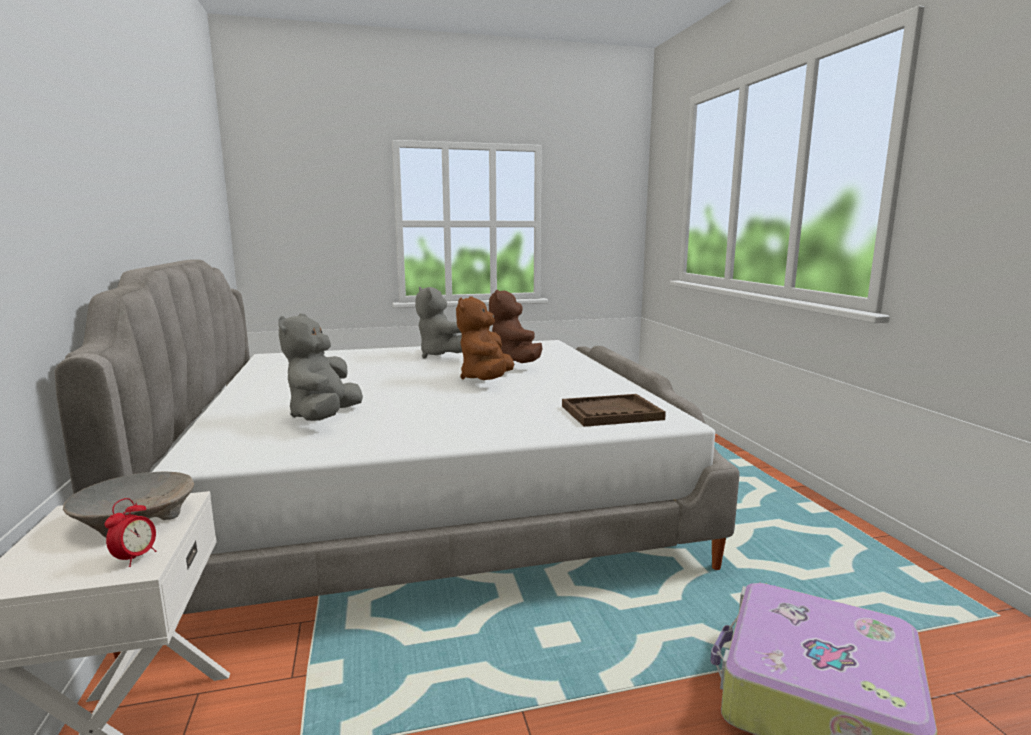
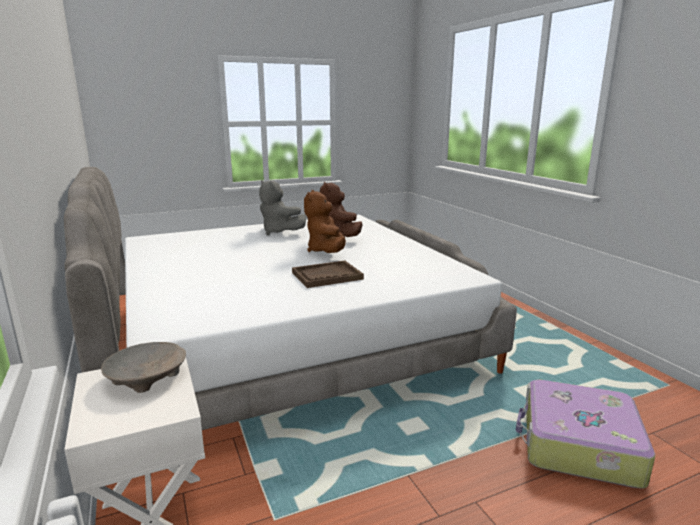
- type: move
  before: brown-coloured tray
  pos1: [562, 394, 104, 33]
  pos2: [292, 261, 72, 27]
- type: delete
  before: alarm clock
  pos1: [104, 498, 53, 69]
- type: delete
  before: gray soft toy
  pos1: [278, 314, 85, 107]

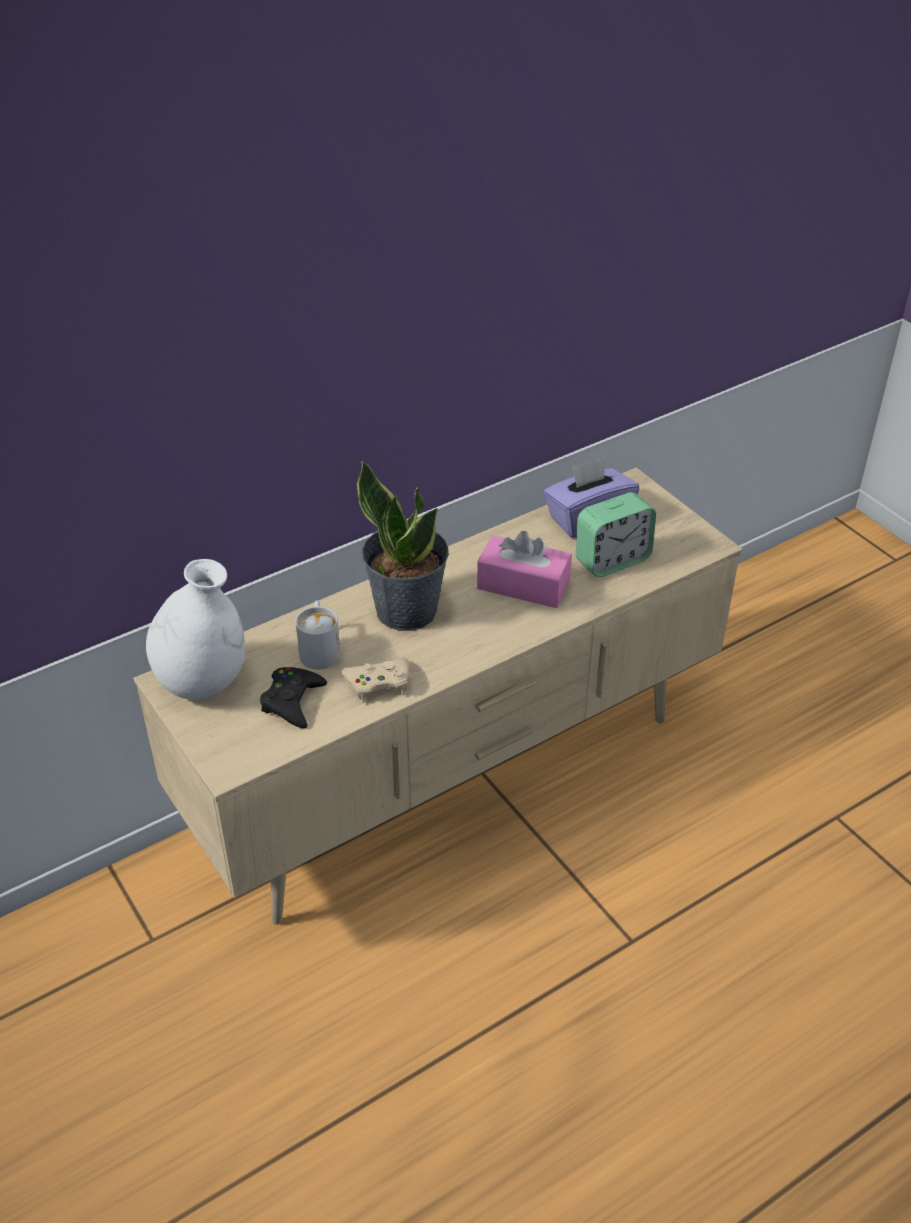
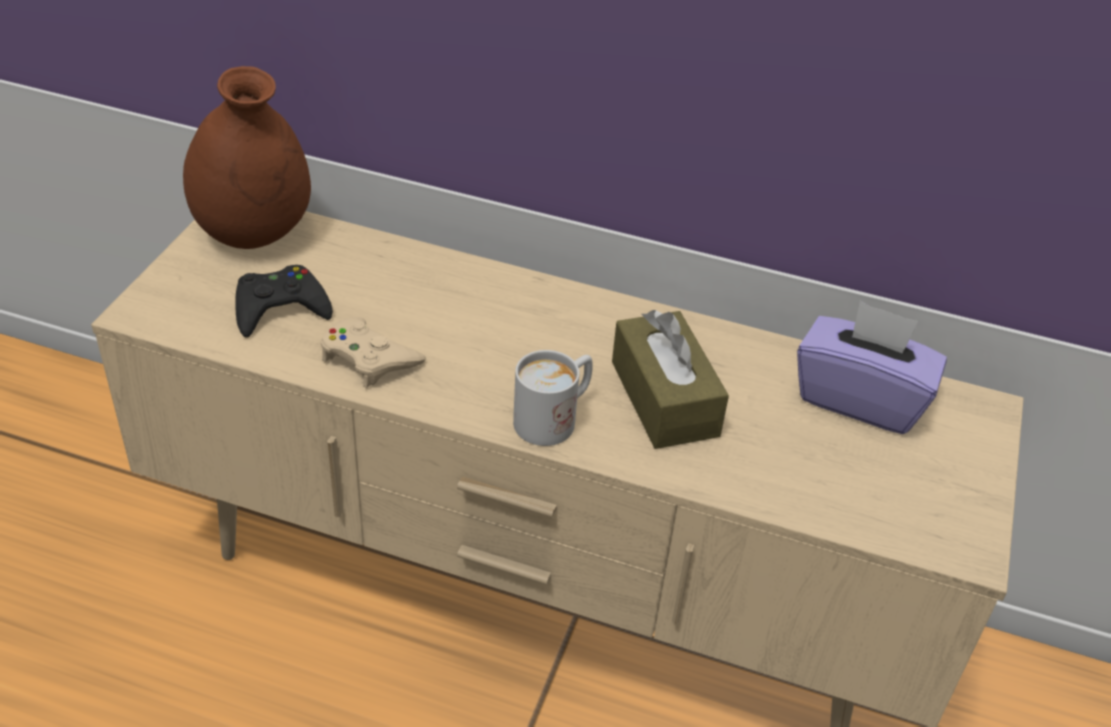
- type: recolor
  before: white-coloured decorative vase
  after: brown-coloured decorative vase
  pos1: [146, 559, 99, 141]
  pos2: [183, 66, 128, 183]
- type: move
  before: white-coloured mug
  pos1: [295, 600, 45, 70]
  pos2: [513, 350, 80, 96]
- type: recolor
  before: pink-coloured box of tissues
  after: brown-coloured box of tissues
  pos1: [477, 531, 95, 77]
  pos2: [612, 310, 117, 139]
- type: delete
  before: plant in a pot
  pos1: [357, 461, 92, 170]
- type: delete
  before: alarm clock
  pos1: [576, 492, 80, 85]

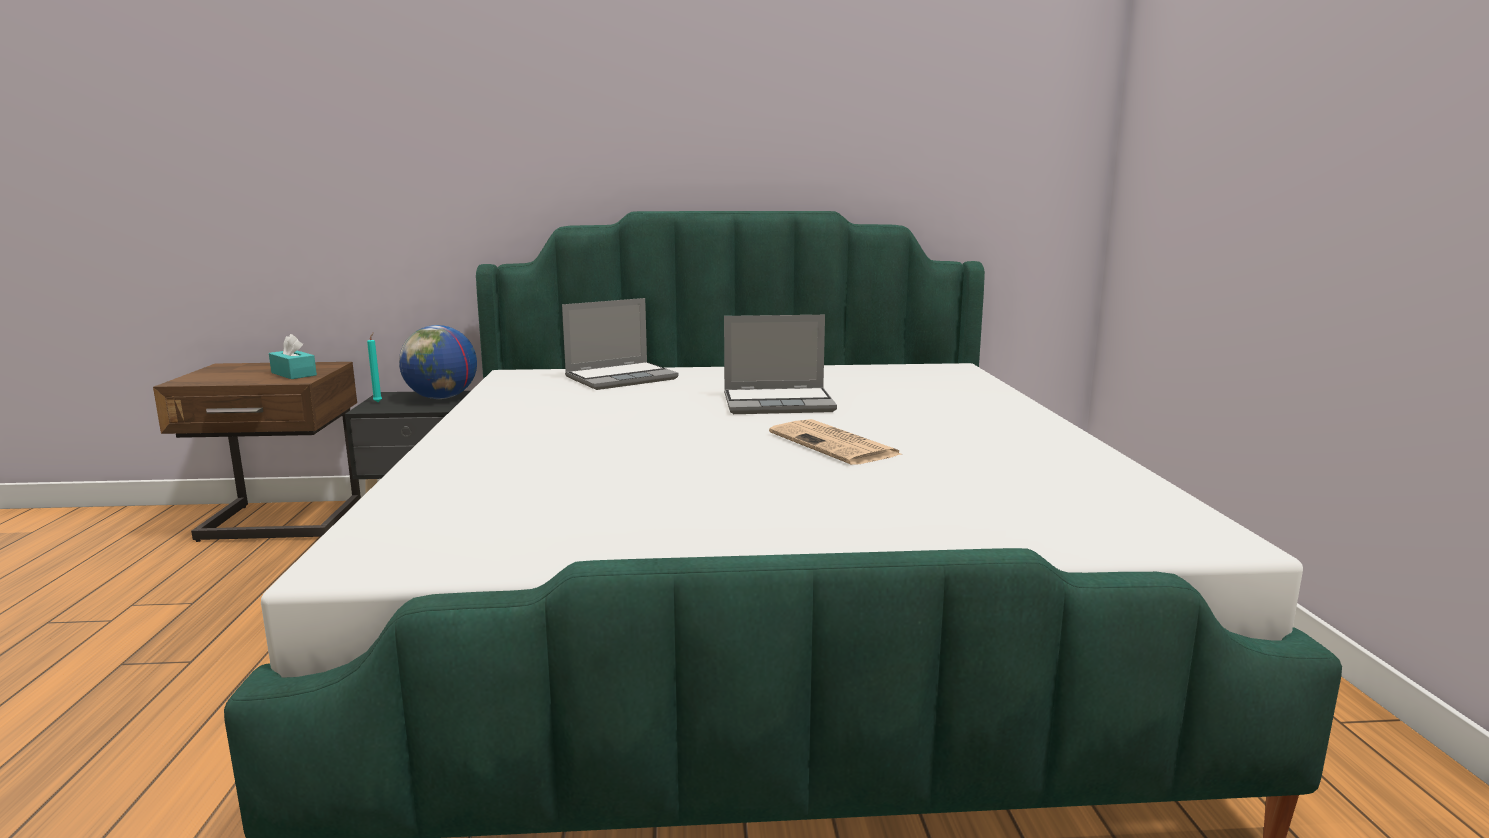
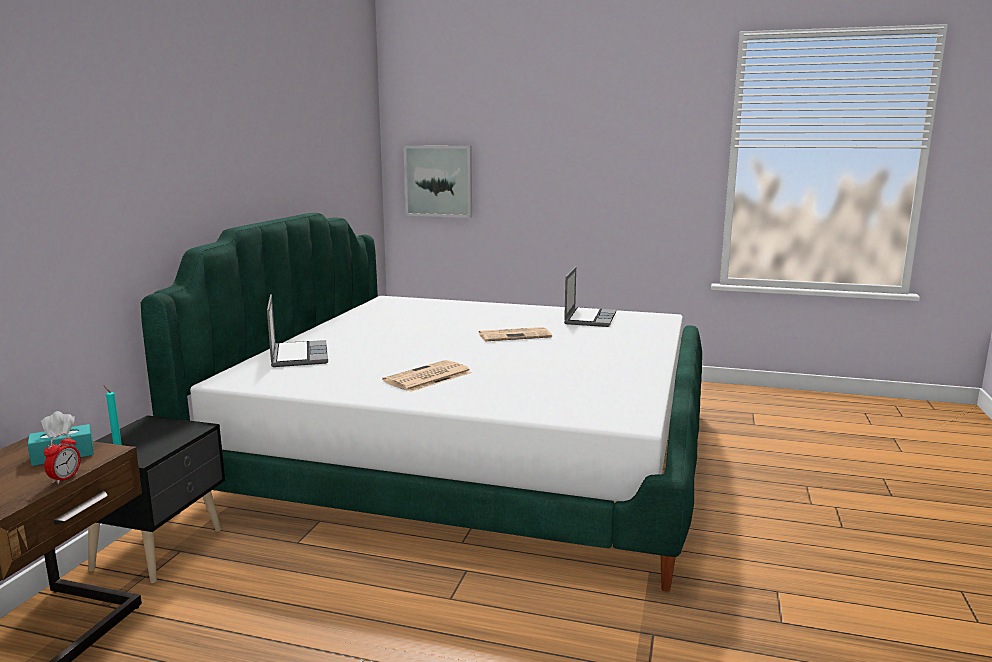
- type: insert
  after: alarm clock
  pos2: [44, 433, 37, 51]
- type: insert
  after: newspaper
  pos2: [382, 360, 90, 32]
- type: insert
  after: wall art
  pos2: [403, 145, 69, 73]
- type: move
  before: laptop
  pos1: [724, 315, 113, 99]
  pos2: [564, 266, 52, 61]
- type: delete
  before: world globe
  pos1: [399, 325, 78, 74]

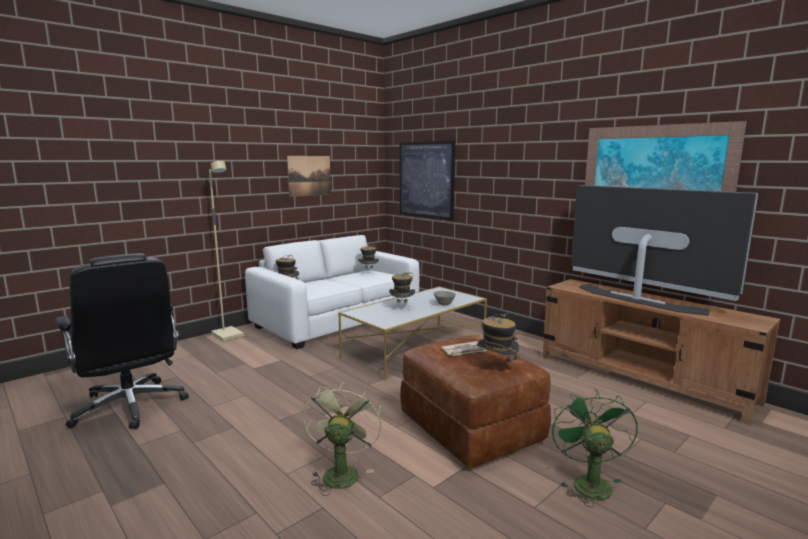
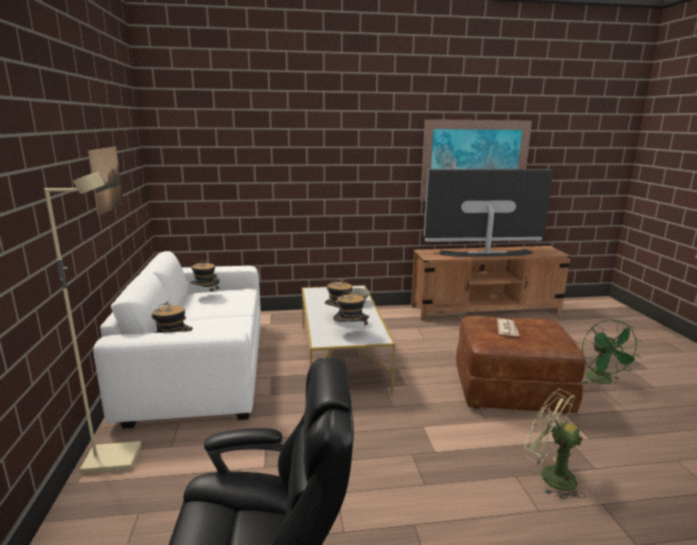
- type: move
  before: clothing hat
  pos1: [477, 314, 43, 57]
  pos2: [333, 290, 36, 35]
- type: rotate
  before: green fan
  pos1: [551, 389, 87, 118]
  pos2: [582, 319, 59, 65]
  turn: -135
- type: delete
  before: wall art
  pos1: [400, 141, 55, 80]

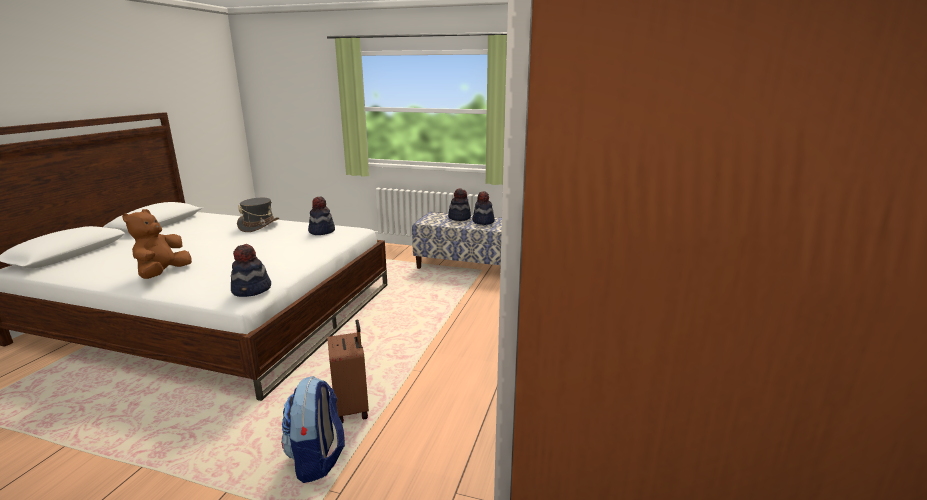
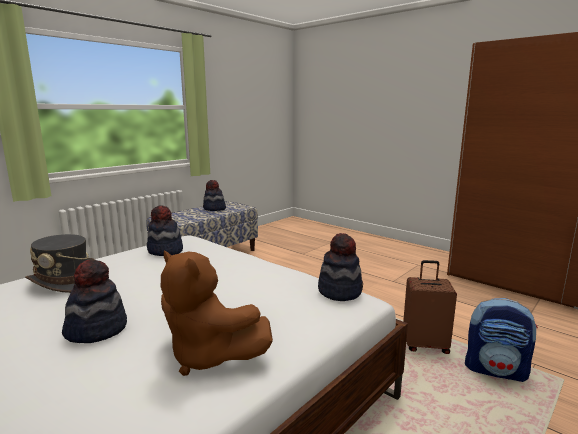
- type: move
  before: clothing hat
  pos1: [448, 188, 23, 33]
  pos2: [62, 260, 65, 83]

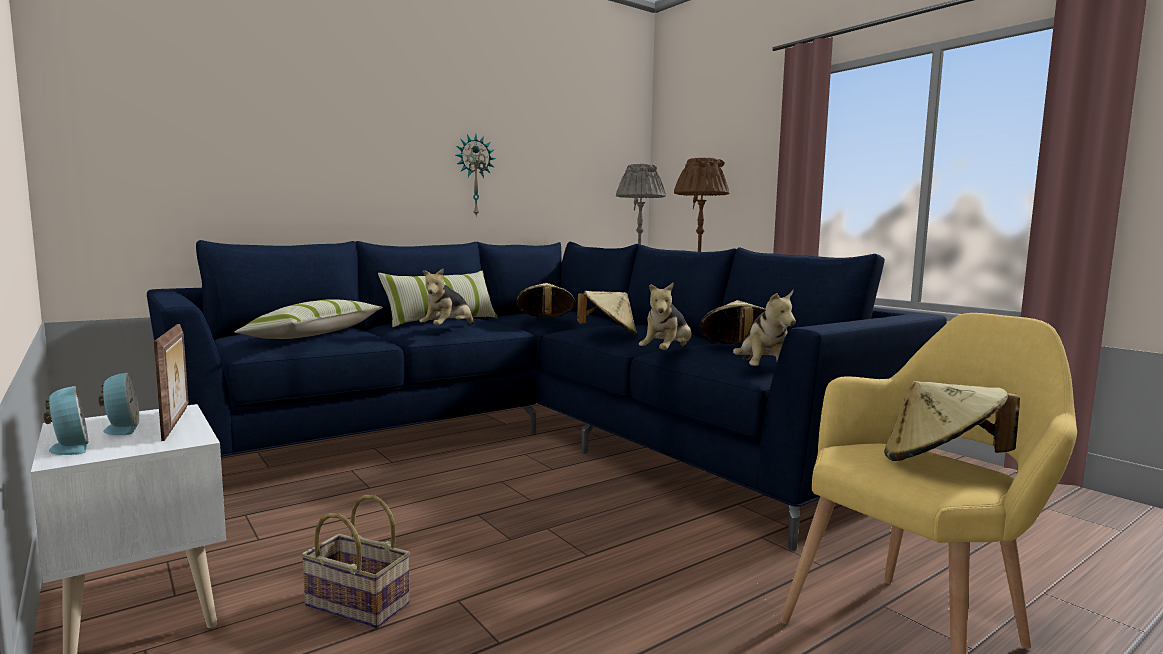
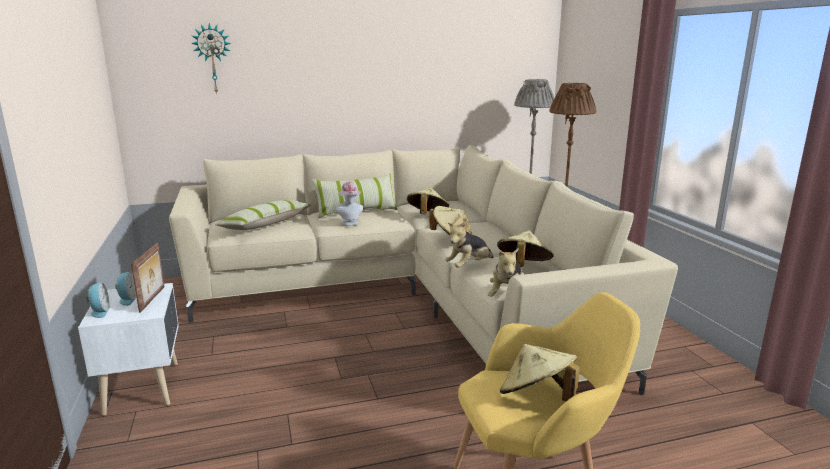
- type: recolor
  before: blue-coloured settee
  after: beige-coloured settee
  pos1: [147, 240, 800, 311]
  pos2: [169, 145, 509, 250]
- type: move
  before: clock on the wall
  pos1: [456, 134, 40, 83]
  pos2: [191, 23, 40, 72]
- type: replace
  before: soft toy
  after: clothing hat
  pos1: [419, 269, 55, 56]
  pos2: [336, 182, 27, 44]
- type: delete
  before: household basket
  pos1: [301, 495, 109, 133]

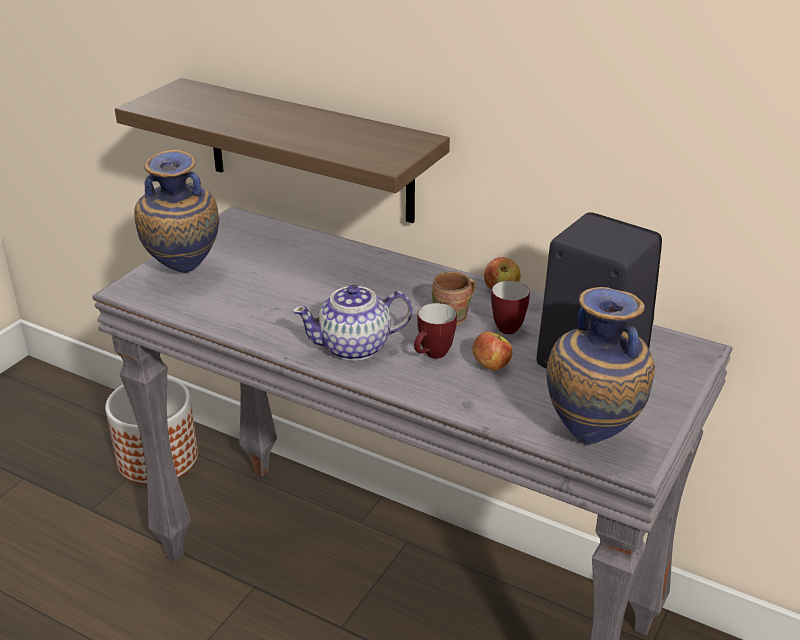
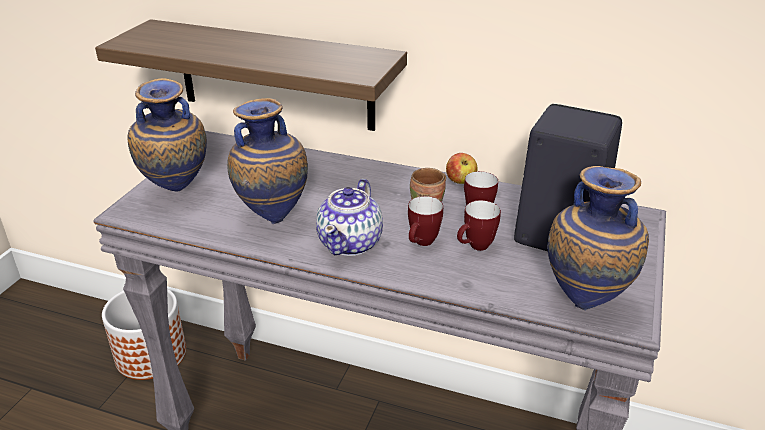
- type: insert
  after: decorative vase
  pos2: [227, 98, 81, 126]
- type: rotate
  before: pot for tea
  pos1: [292, 285, 121, 76]
  pos2: [316, 179, 67, 77]
  turn: -45
- type: replace
  before: apple fruit
  after: mug
  pos1: [472, 332, 41, 38]
  pos2: [457, 200, 44, 51]

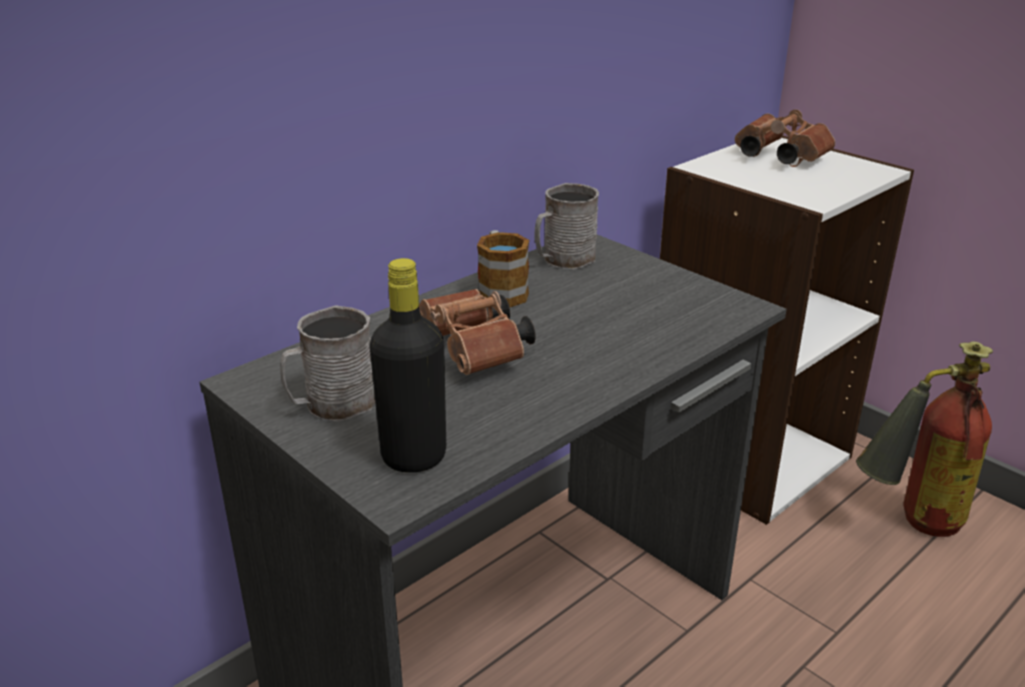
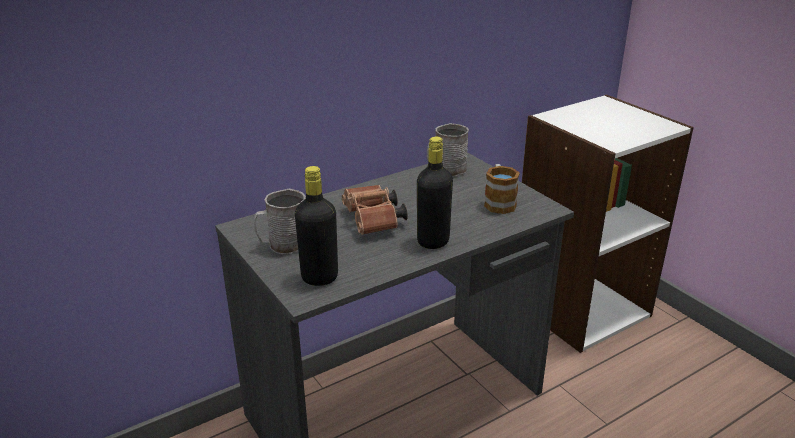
- type: insert
  after: blackish bottle
  pos2: [417, 137, 36, 112]
- type: move
  before: mug
  pos1: [477, 230, 52, 77]
  pos2: [484, 164, 36, 50]
- type: delete
  before: brown-coloured field glasses
  pos1: [735, 109, 100, 58]
- type: delete
  before: extinguisher
  pos1: [856, 341, 137, 196]

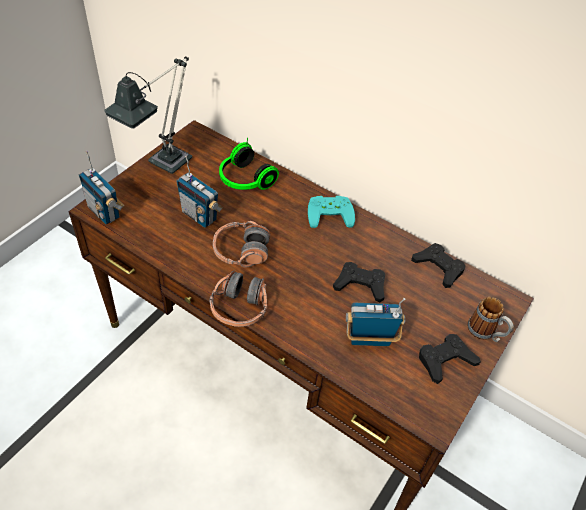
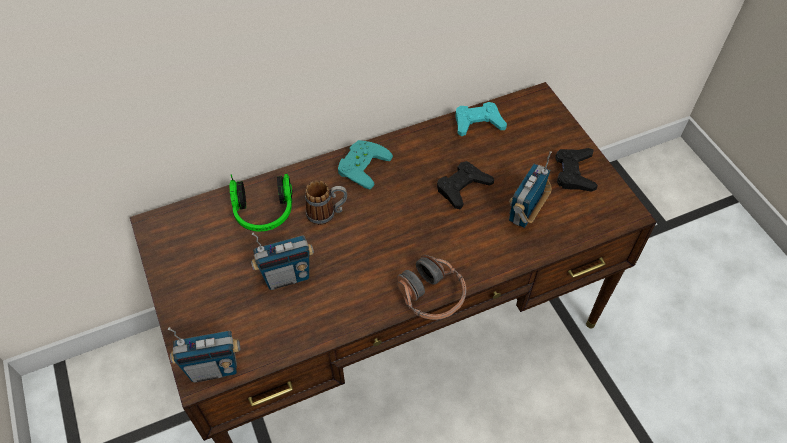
- type: move
  before: mug
  pos1: [467, 297, 47, 45]
  pos2: [305, 180, 42, 45]
- type: recolor
  before: blackish gamepad
  after: turquoise gamepad
  pos1: [411, 243, 55, 45]
  pos2: [455, 102, 52, 34]
- type: delete
  before: lamp for a table
  pos1: [104, 56, 88, 118]
- type: delete
  before: headset
  pos1: [213, 221, 57, 46]

